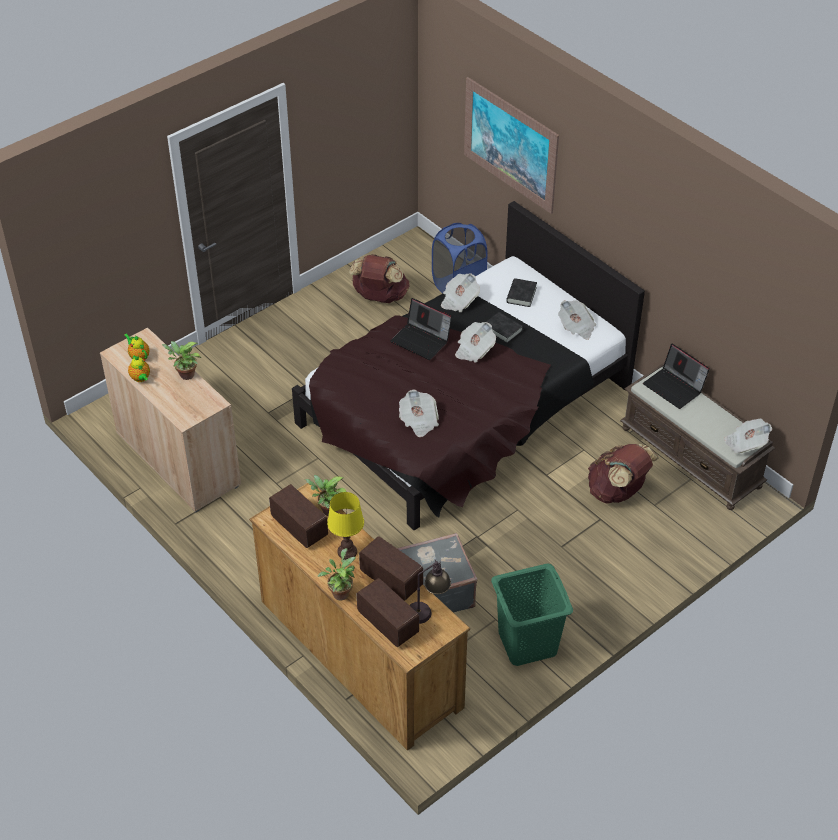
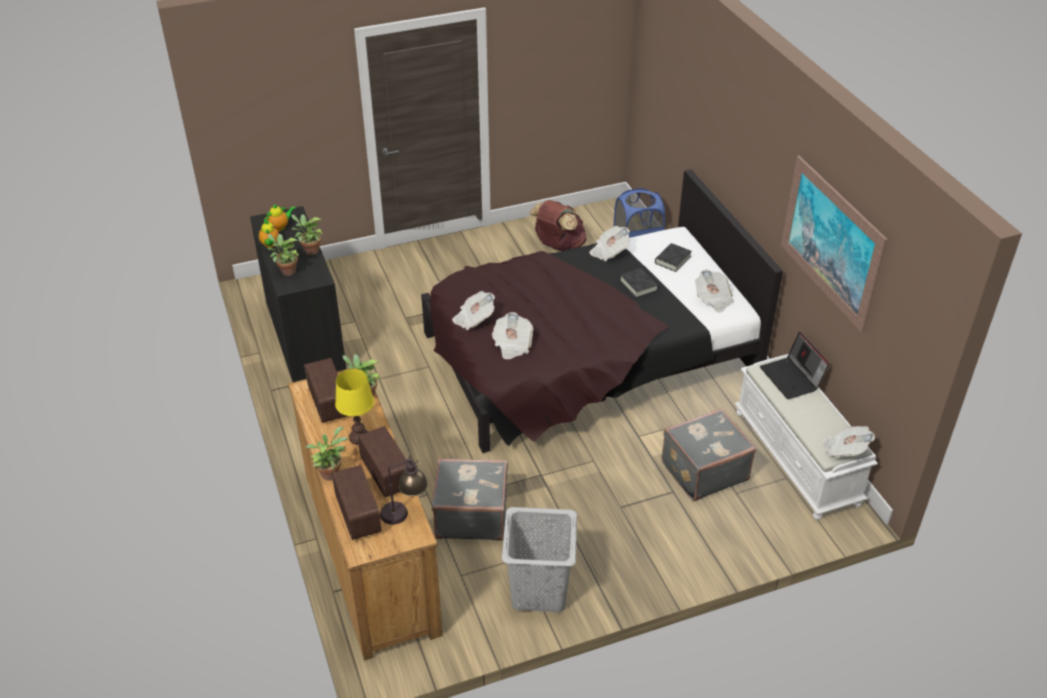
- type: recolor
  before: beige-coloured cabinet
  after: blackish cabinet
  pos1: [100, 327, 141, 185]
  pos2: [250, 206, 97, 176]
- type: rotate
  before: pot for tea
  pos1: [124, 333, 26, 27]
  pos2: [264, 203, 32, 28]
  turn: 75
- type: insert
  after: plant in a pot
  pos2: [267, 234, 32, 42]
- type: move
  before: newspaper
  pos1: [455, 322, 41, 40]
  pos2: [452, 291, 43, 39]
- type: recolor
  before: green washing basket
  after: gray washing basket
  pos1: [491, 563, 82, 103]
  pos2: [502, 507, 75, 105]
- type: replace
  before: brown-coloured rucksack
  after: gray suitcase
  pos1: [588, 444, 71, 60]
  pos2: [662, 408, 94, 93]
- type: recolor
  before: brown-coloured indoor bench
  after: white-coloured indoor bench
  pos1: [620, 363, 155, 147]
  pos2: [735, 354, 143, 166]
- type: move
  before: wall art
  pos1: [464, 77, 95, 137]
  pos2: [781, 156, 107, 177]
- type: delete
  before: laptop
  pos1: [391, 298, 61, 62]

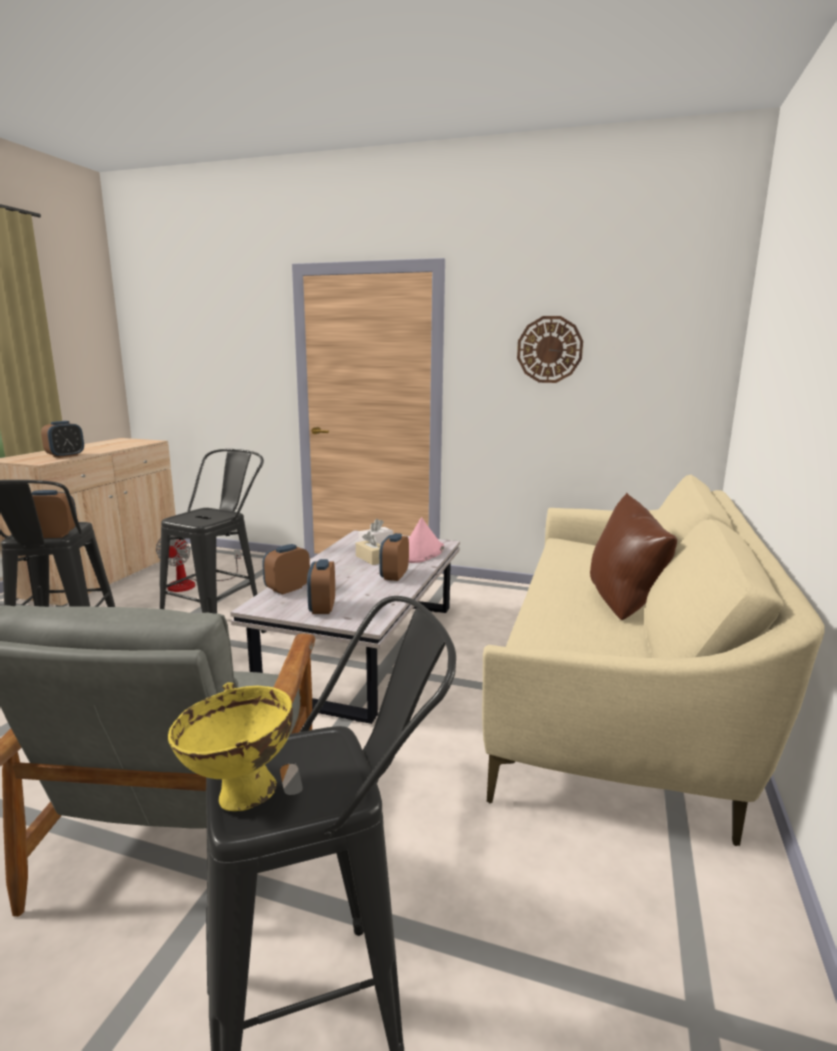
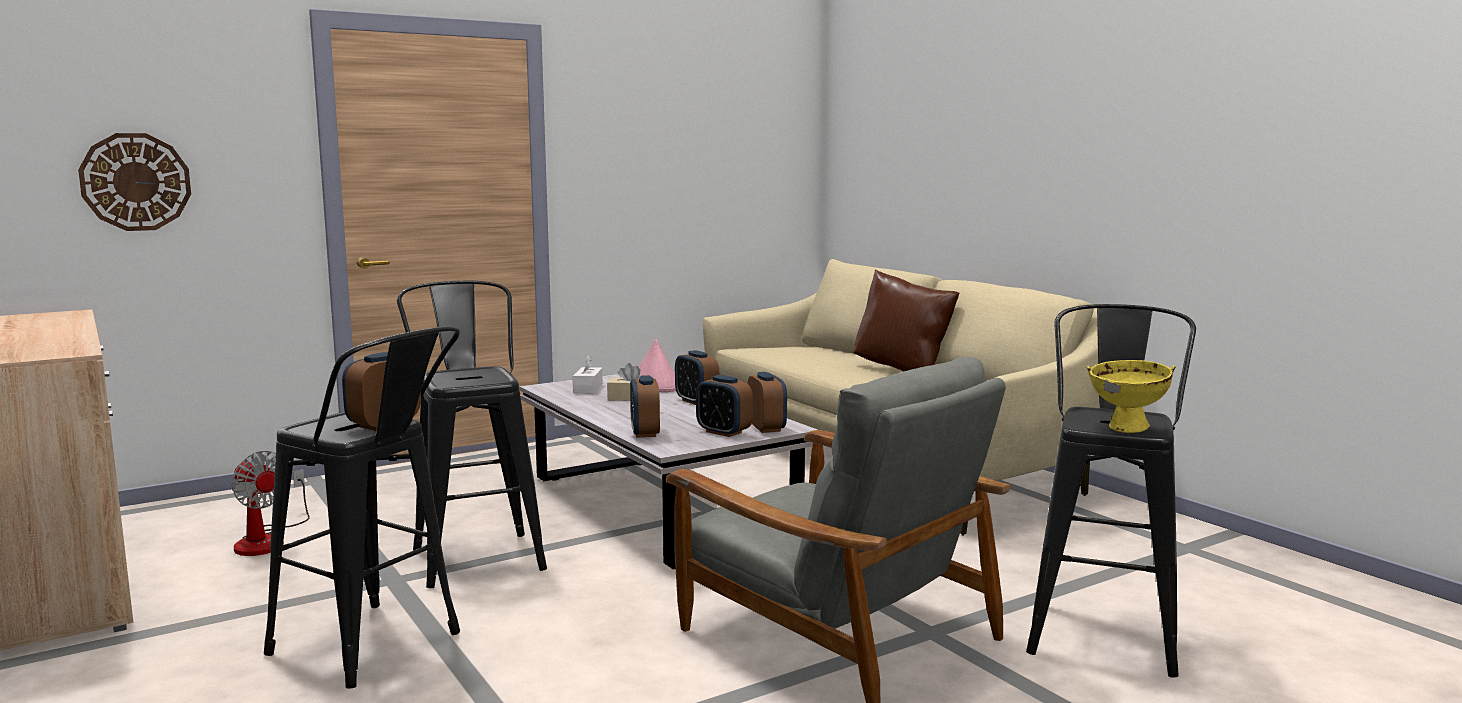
- type: move
  before: clock on the wall
  pos1: [517, 316, 66, 67]
  pos2: [78, 133, 113, 98]
- type: move
  before: alarm clock
  pos1: [41, 421, 43, 37]
  pos2: [748, 372, 39, 61]

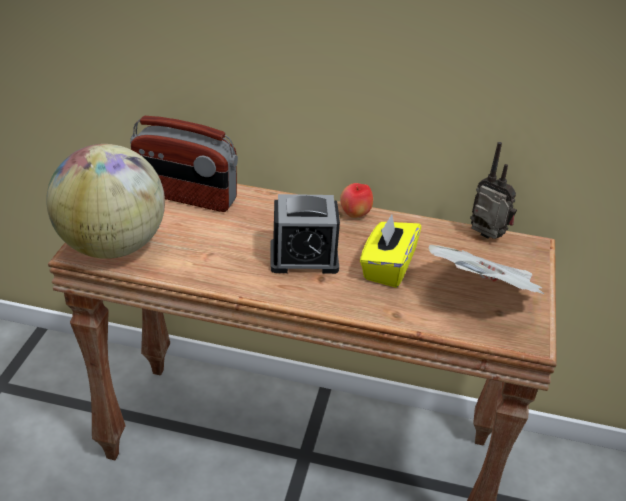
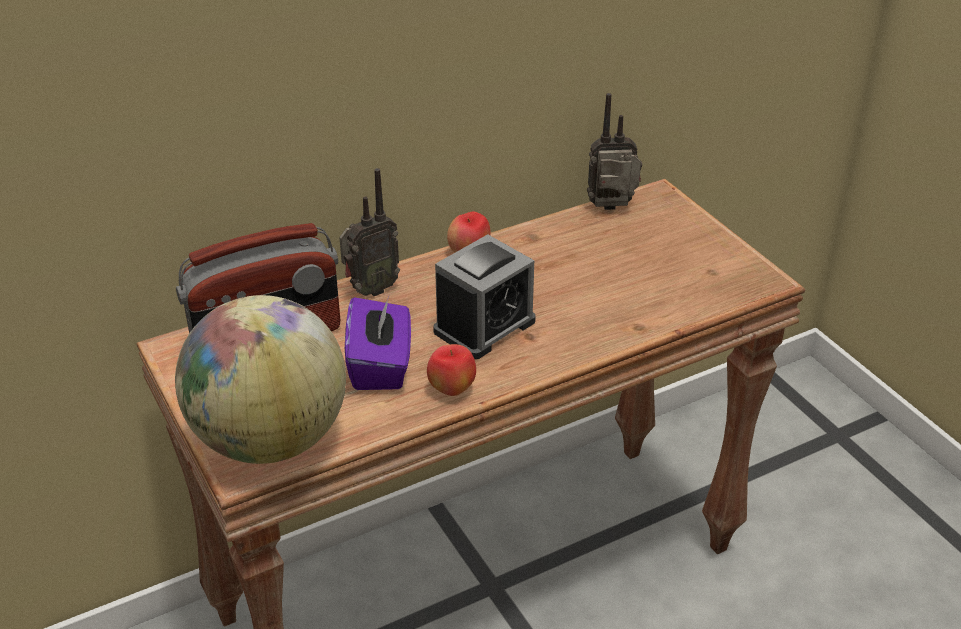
- type: insert
  after: radio
  pos2: [339, 168, 61, 128]
- type: insert
  after: purple-coloured box of tissues
  pos2: [345, 294, 66, 96]
- type: insert
  after: apple fruit
  pos2: [427, 344, 49, 52]
- type: delete
  before: yellow box of tissues
  pos1: [360, 214, 61, 74]
- type: delete
  before: newspaper
  pos1: [428, 245, 116, 49]

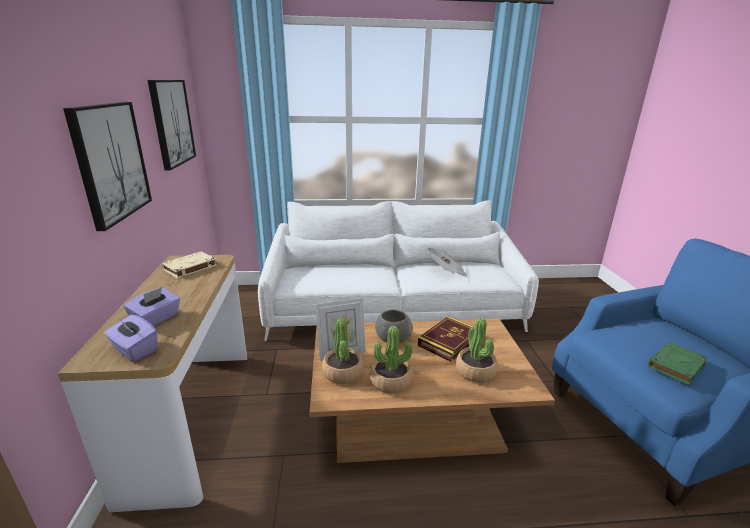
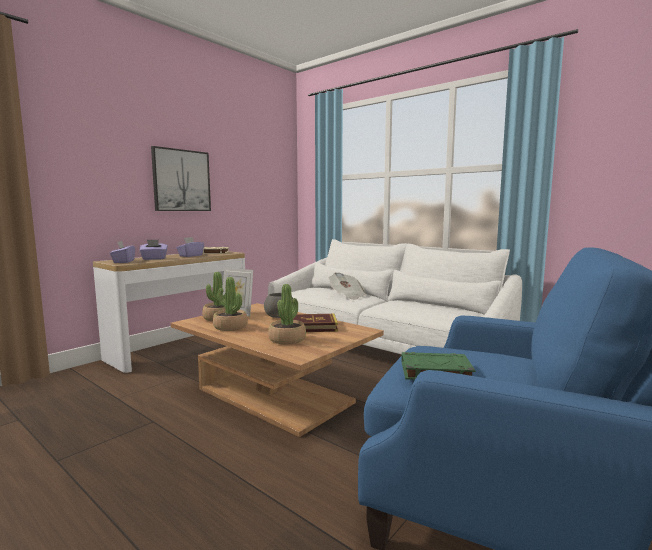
- type: insert
  after: purple-coloured box of tissues
  pos2: [176, 237, 28, 20]
- type: move
  before: newspaper
  pos1: [427, 247, 40, 30]
  pos2: [329, 272, 37, 28]
- type: delete
  before: wall art
  pos1: [148, 80, 48, 90]

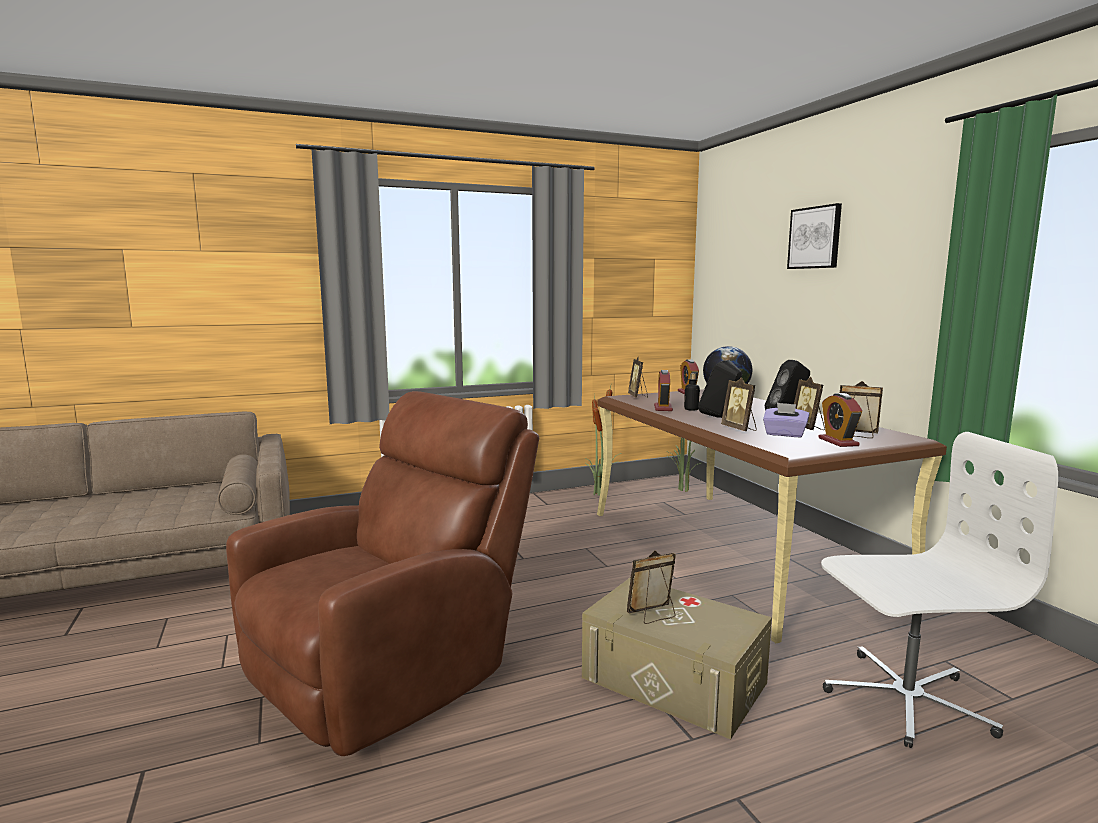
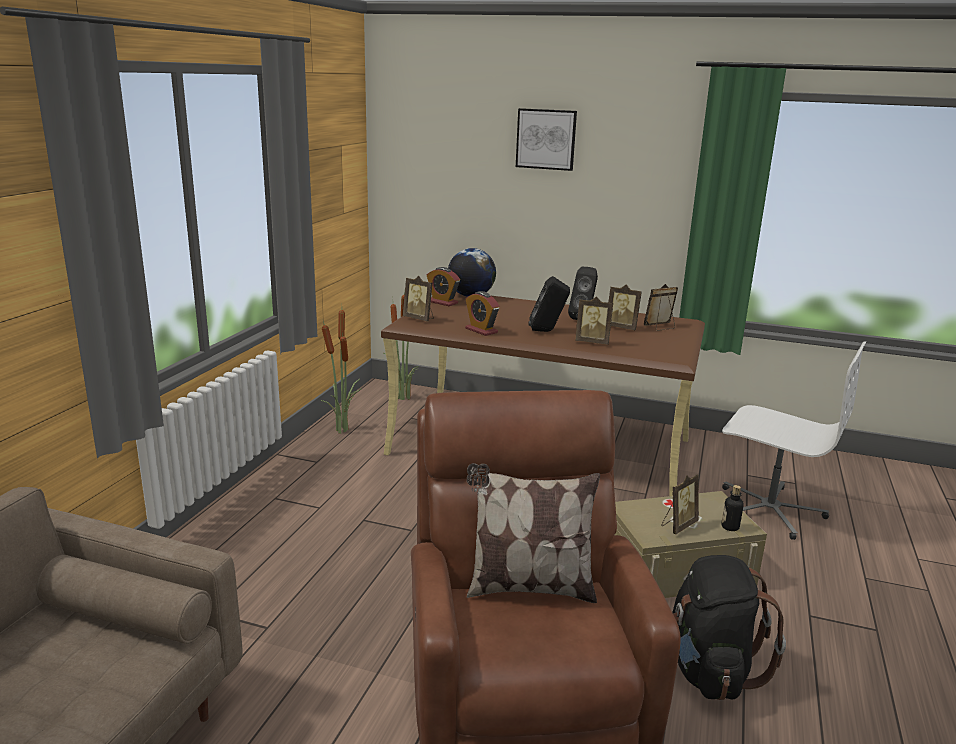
- type: insert
  after: pillow
  pos2: [467, 463, 133, 140]
- type: rotate
  before: photo frame
  pos1: [627, 551, 49, 73]
  pos2: [661, 474, 38, 60]
  turn: -150
- type: insert
  after: blackish rucksack
  pos2: [672, 555, 114, 145]
- type: move
  before: bottle
  pos1: [684, 373, 16, 38]
  pos2: [721, 485, 23, 46]
- type: rotate
  before: white-coloured computer chair
  pos1: [821, 432, 237, 316]
  pos2: [722, 341, 144, 199]
  turn: 90
- type: delete
  before: purple-coloured box of tissues
  pos1: [763, 402, 46, 35]
- type: delete
  before: alarm clock
  pos1: [818, 393, 44, 54]

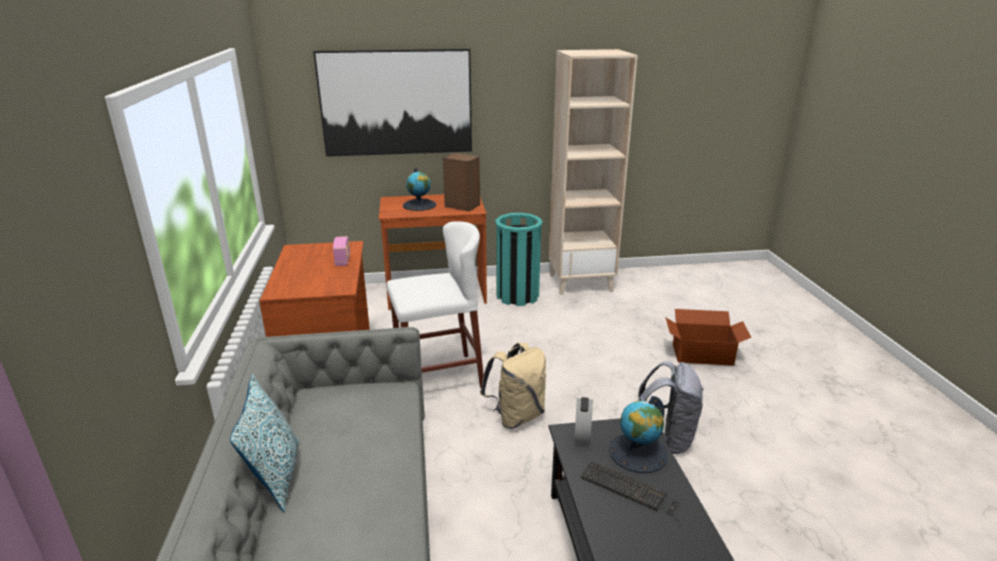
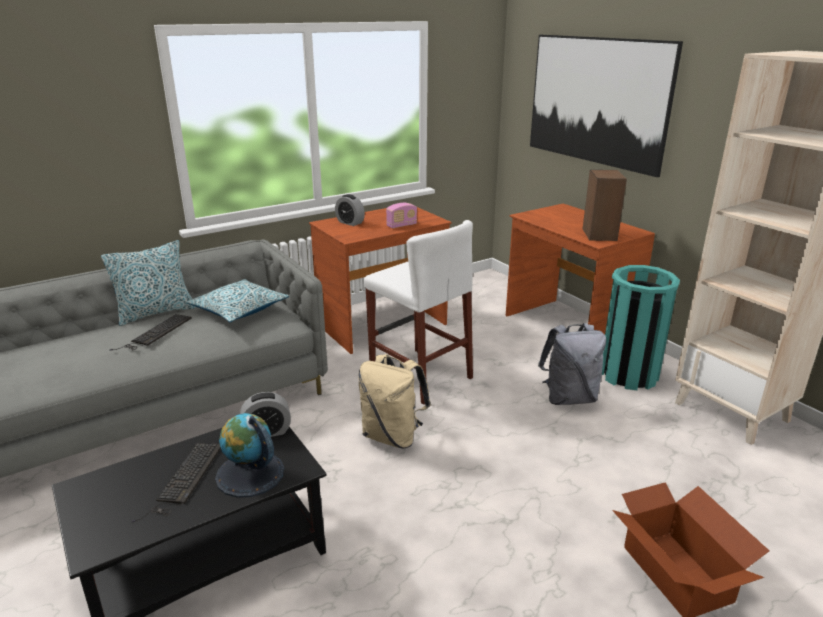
- type: insert
  after: PC keyboard
  pos2: [110, 314, 82, 36]
- type: insert
  after: pillow
  pos2: [187, 279, 102, 44]
- type: insert
  after: alarm clock
  pos2: [335, 194, 30, 32]
- type: move
  before: gray rucksack
  pos1: [638, 361, 66, 93]
  pos2: [538, 323, 68, 82]
- type: delete
  before: world globe
  pos1: [403, 168, 33, 43]

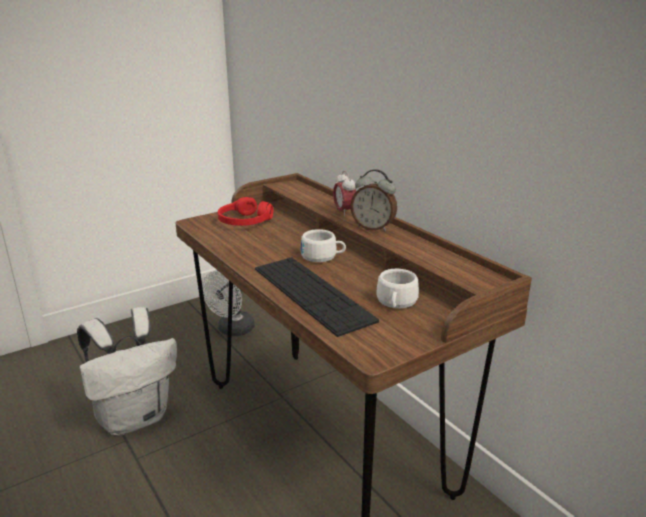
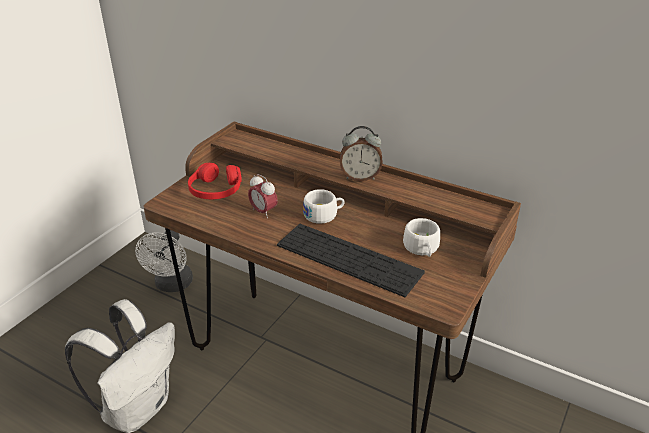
- type: move
  before: alarm clock
  pos1: [333, 171, 23, 46]
  pos2: [248, 174, 30, 44]

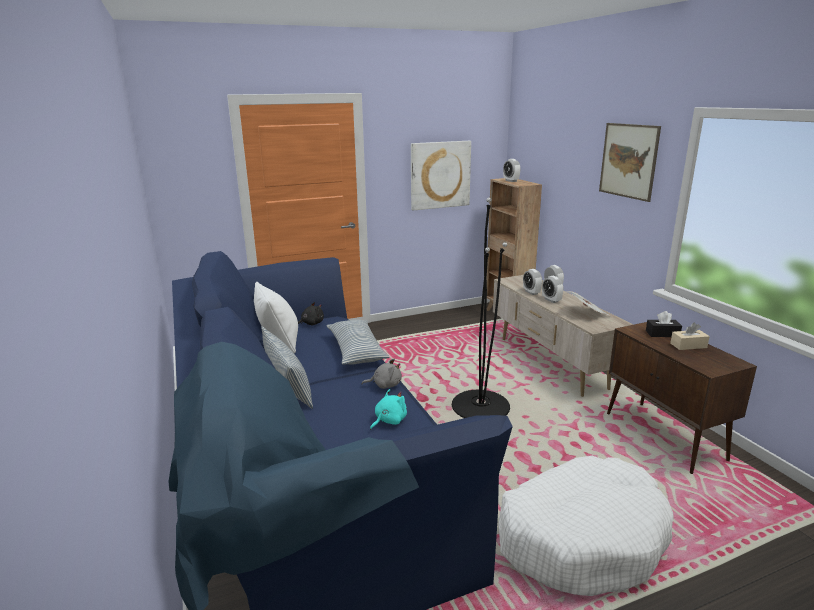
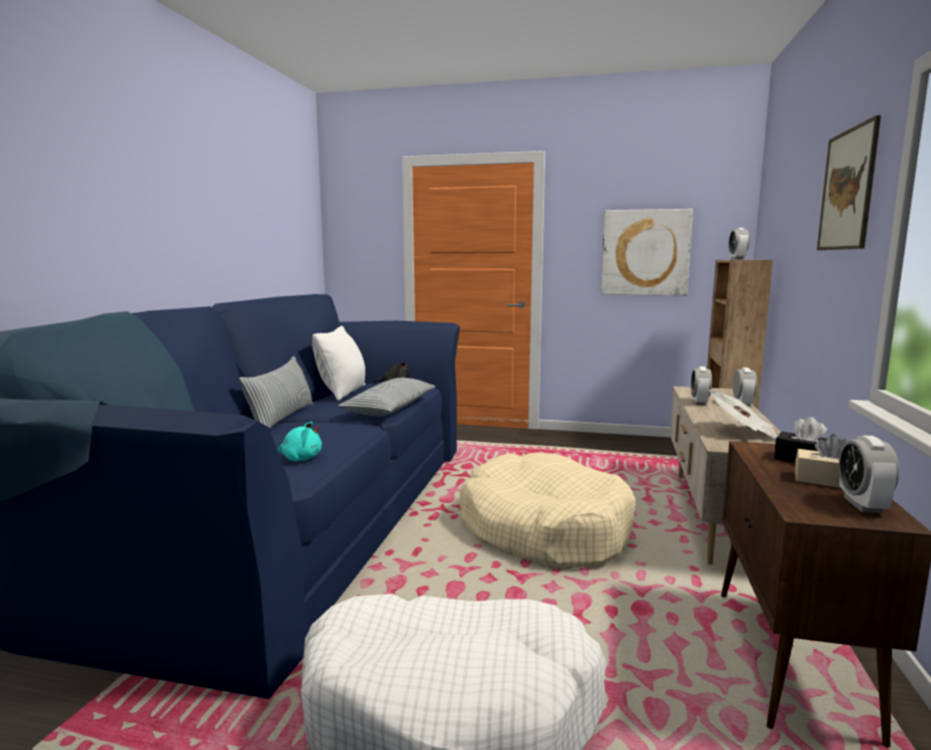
- type: replace
  before: blackish floor lamp
  after: beige-coloured dog bed
  pos1: [452, 198, 58, 220]
  pos2: [460, 453, 176, 117]
- type: move
  before: alarm clock
  pos1: [542, 276, 21, 27]
  pos2: [839, 435, 60, 78]
- type: delete
  before: gray soft toy
  pos1: [362, 359, 40, 30]

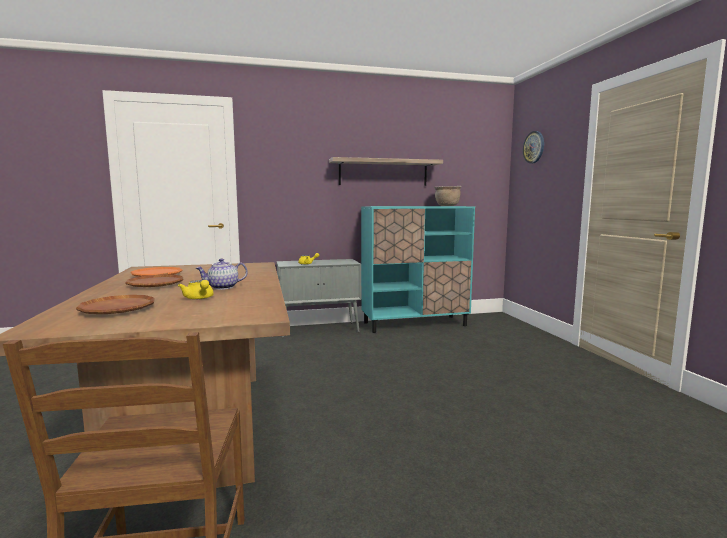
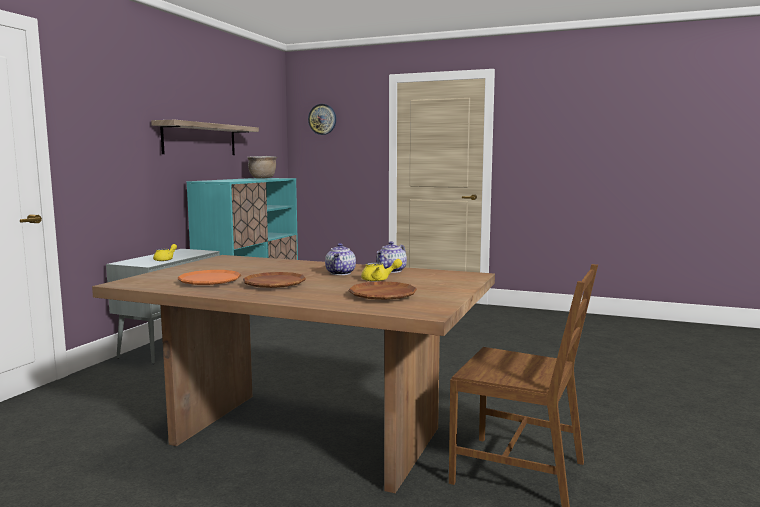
- type: insert
  after: pot for tea
  pos2: [377, 241, 30, 32]

